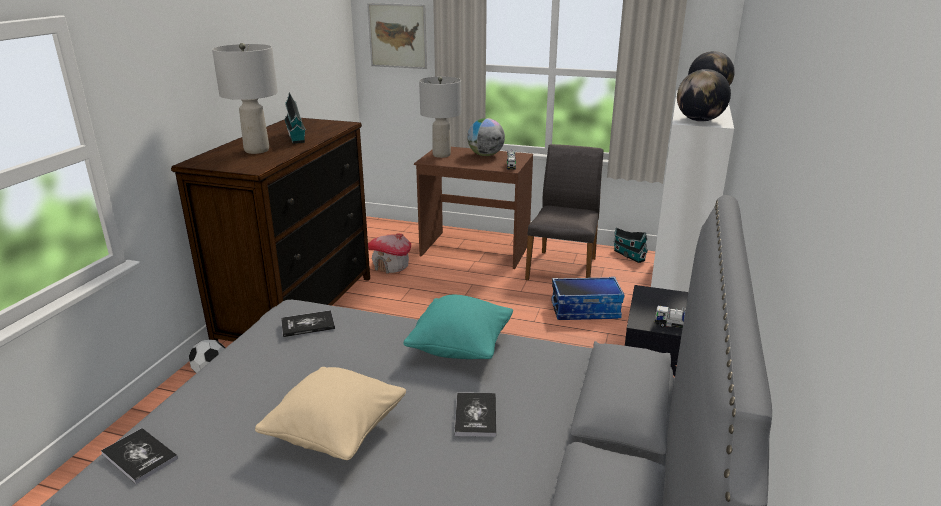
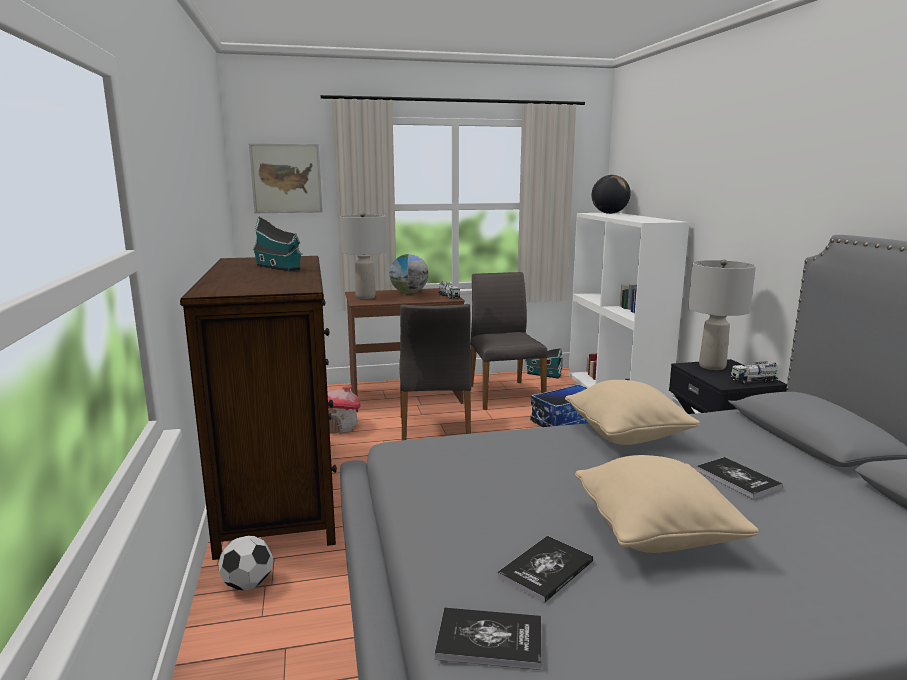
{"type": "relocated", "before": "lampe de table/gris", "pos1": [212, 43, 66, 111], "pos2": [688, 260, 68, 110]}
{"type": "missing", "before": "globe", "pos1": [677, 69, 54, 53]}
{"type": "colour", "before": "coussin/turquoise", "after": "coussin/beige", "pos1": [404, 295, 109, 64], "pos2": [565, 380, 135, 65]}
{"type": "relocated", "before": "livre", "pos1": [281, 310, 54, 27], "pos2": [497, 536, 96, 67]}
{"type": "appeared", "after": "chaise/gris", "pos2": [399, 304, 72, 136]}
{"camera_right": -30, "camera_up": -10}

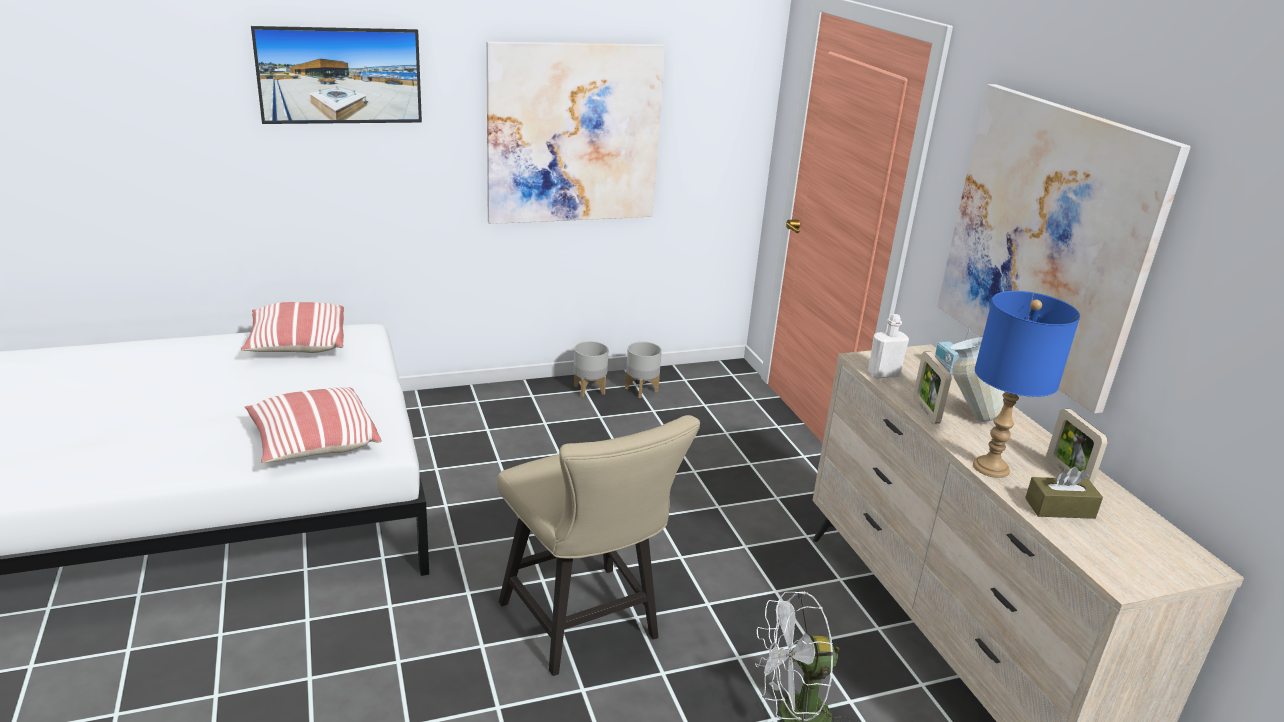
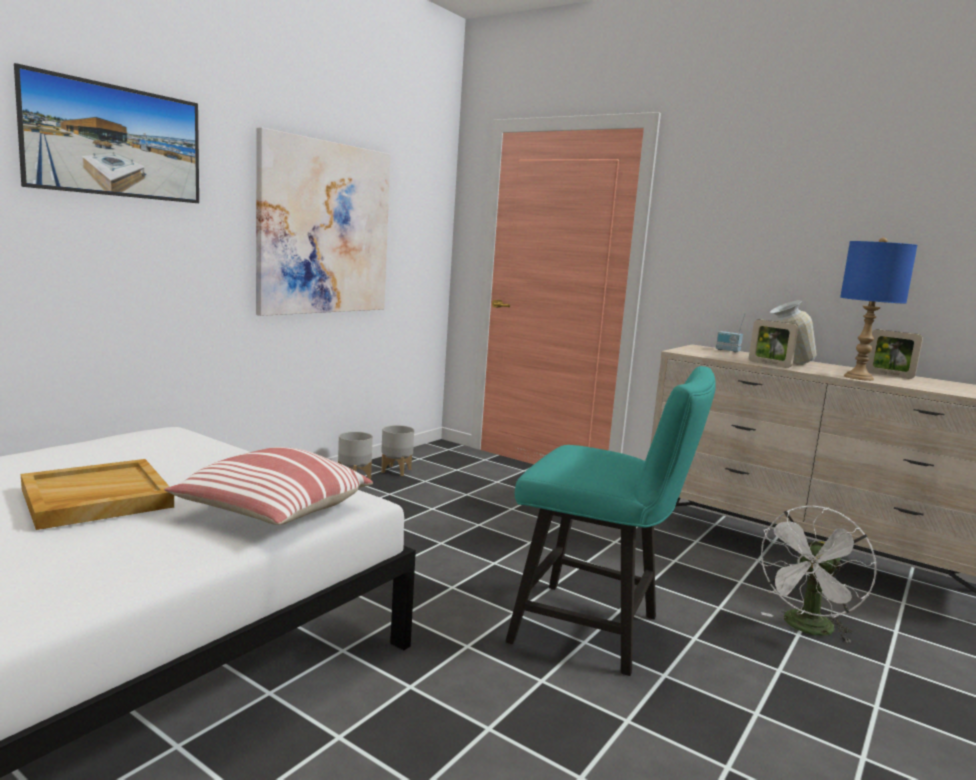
{"type": "missing", "before": "tableau", "pos1": [937, 84, 254, 330]}
{"type": "missing", "before": "coussin", "pos1": [241, 302, 103, 51]}
{"type": "missing", "before": "bouteille/blanc", "pos1": [868, 314, 41, 64]}
{"type": "colour", "before": "chaise/beige", "after": "chaise/turquoise", "pos1": [497, 415, 203, 261], "pos2": [505, 366, 211, 310]}
{"type": "missing", "before": "boîte à mouchoirs/marron", "pos1": [1025, 467, 78, 52]}
{"type": "appeared", "after": "plateau/beige", "pos2": [21, 459, 153, 71]}
{"camera_right": -35, "camera_up": -15}

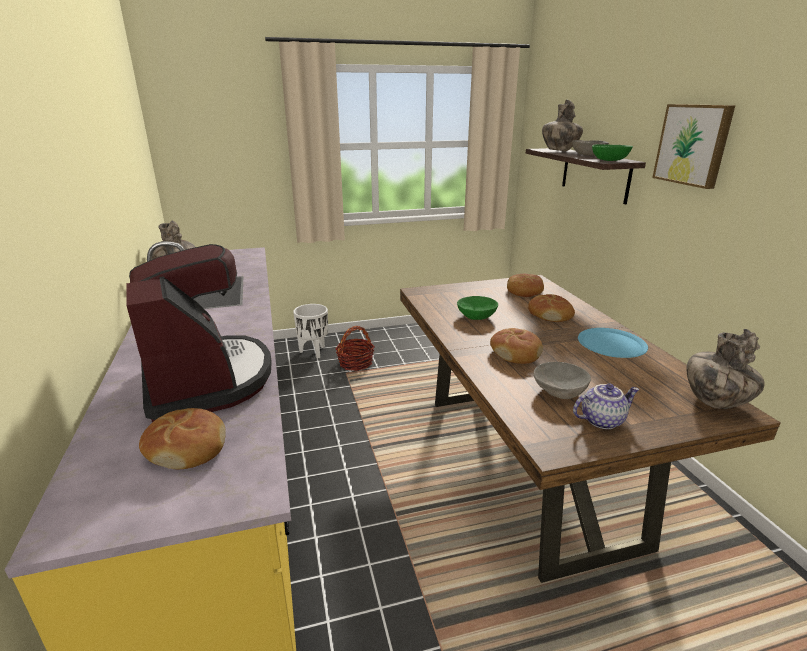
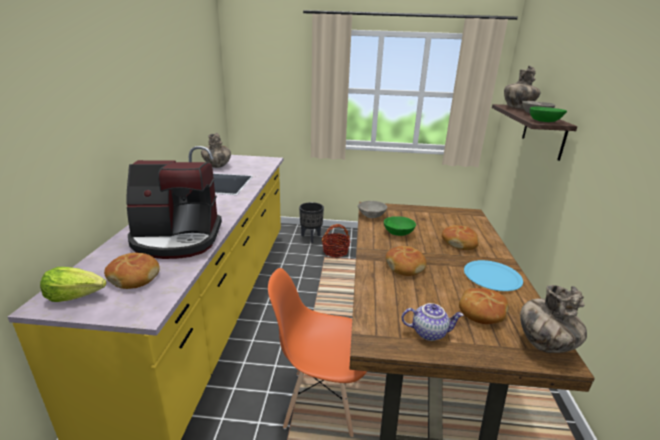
{"type": "missing", "before": "tableau", "pos1": [652, 104, 83, 85]}
{"type": "spun", "before": "machine à café", "pos1": [126, 244, 146, 178], "pos2": [126, 160, 96, 99], "turn": 90}
{"type": "relocated", "before": "pain", "pos1": [507, 274, 37, 23], "pos2": [459, 288, 50, 36]}
{"type": "colour", "before": "cache-pot/blanc", "after": "cache-pot/noir", "pos1": [293, 304, 35, 55], "pos2": [299, 202, 25, 41]}
{"type": "relocated", "before": "bol/gris", "pos1": [533, 362, 58, 37], "pos2": [358, 201, 29, 17]}
{"type": "appeared", "after": "laitue", "pos2": [40, 267, 67, 35]}
{"type": "appeared", "after": "chaise/orange", "pos2": [268, 268, 99, 169]}
{"camera_right": 20, "camera_up": 0}

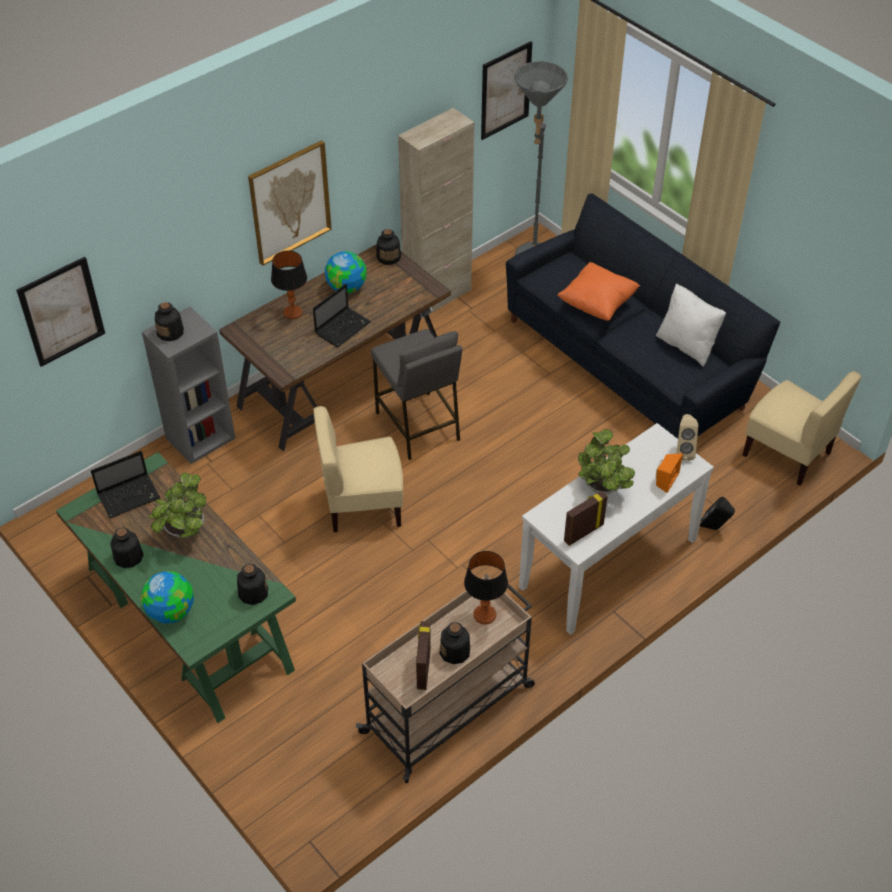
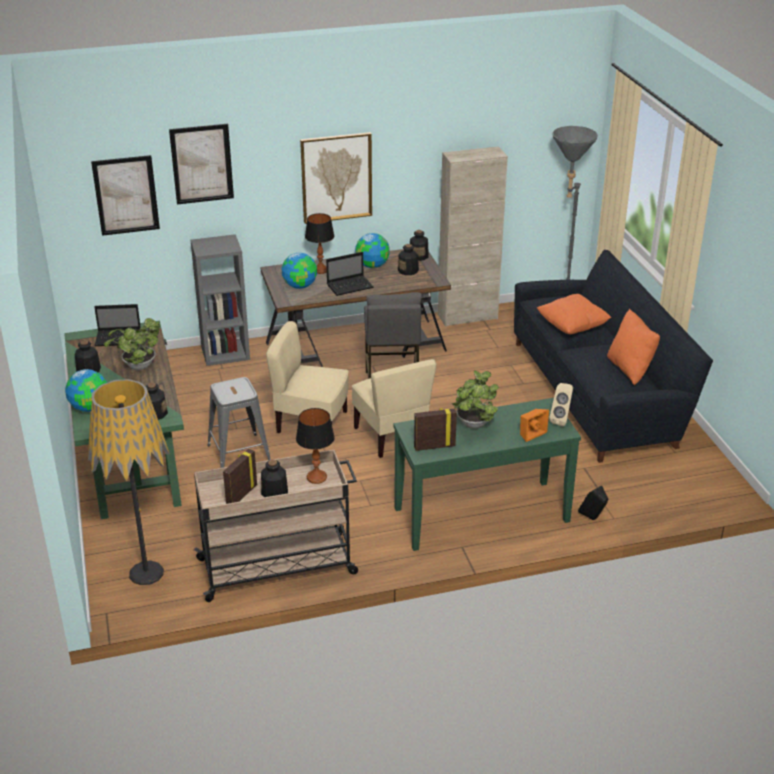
{"type": "relocated", "before": "tableau", "pos1": [481, 41, 51, 99], "pos2": [169, 124, 65, 80]}
{"type": "colour", "before": "coussin/blanc", "after": "coussin/orange", "pos1": [656, 283, 70, 84], "pos2": [607, 309, 53, 76]}
{"type": "relocated", "before": "bouteille", "pos1": [155, 302, 29, 39], "pos2": [398, 244, 21, 31]}
{"type": "relocated", "before": "chaise/beige", "pos1": [743, 371, 118, 114], "pos2": [352, 359, 85, 99]}
{"type": "colour", "before": "table console/blanc", "after": "table console/vert", "pos1": [519, 423, 195, 212], "pos2": [393, 398, 188, 153]}
{"type": "appeared", "after": "globe", "pos2": [282, 253, 35, 36]}
{"type": "appeared", "after": "tabouret/gris", "pos2": [207, 377, 64, 91]}
{"type": "appeared", "after": "lampadaire", "pos2": [88, 379, 82, 206]}
{"camera_right": 25, "camera_up": -15}

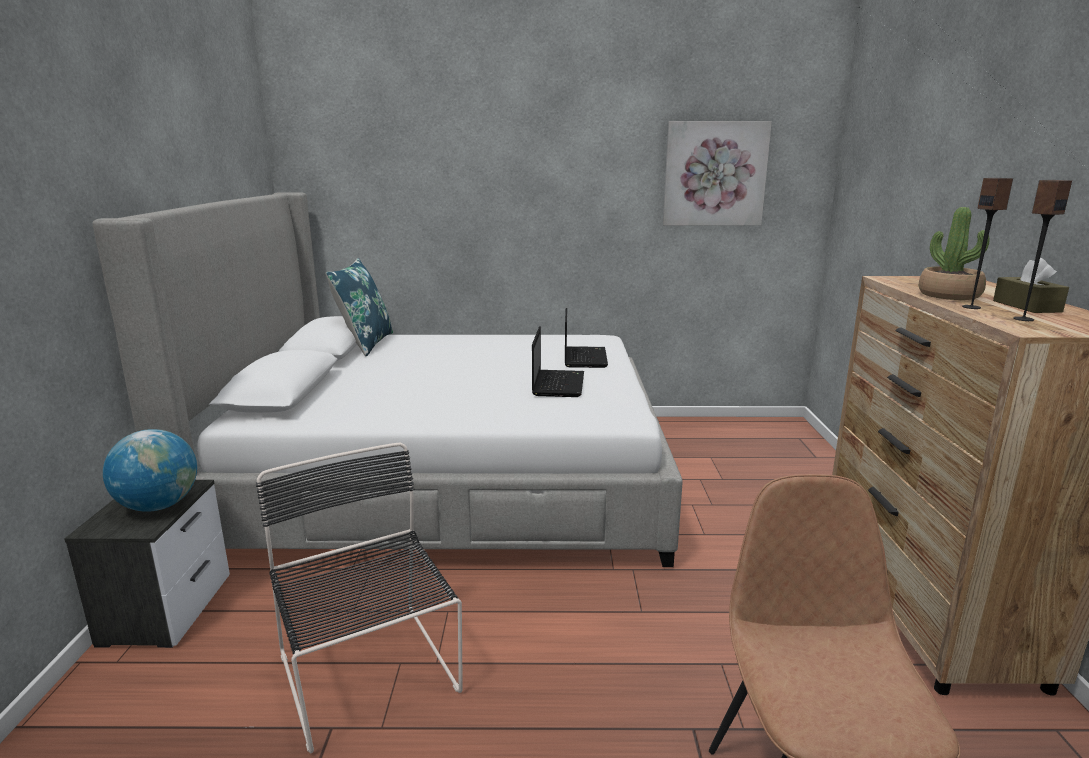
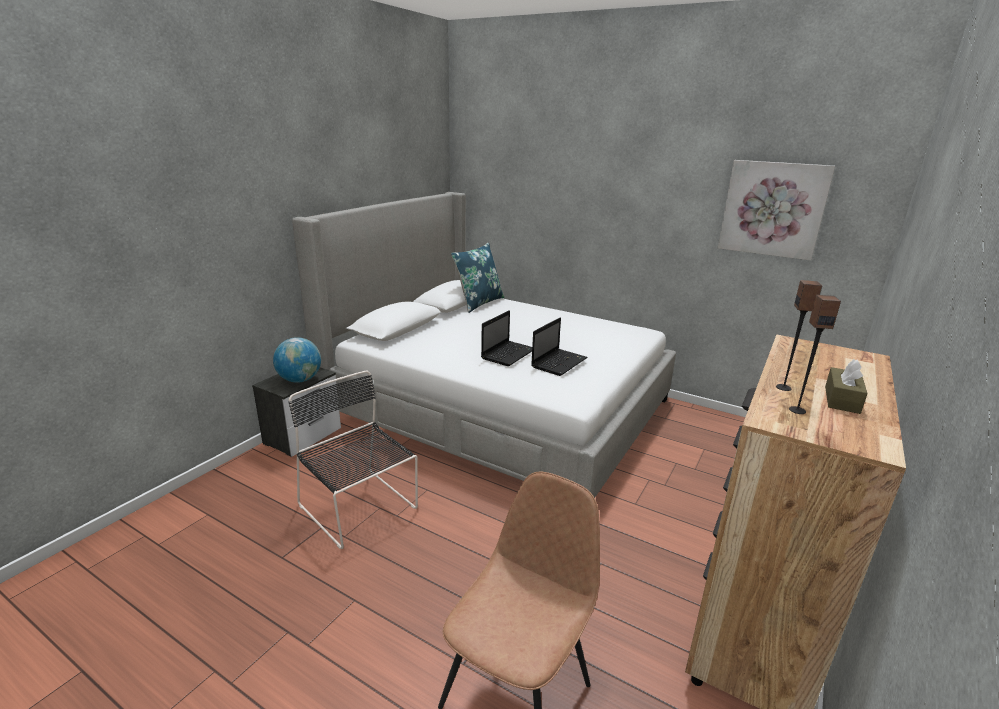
{"type": "missing", "before": "plante en pot", "pos1": [919, 207, 71, 93]}
{"type": "relocated", "before": "ordinateur portable", "pos1": [565, 308, 43, 60], "pos2": [481, 310, 51, 56]}
{"type": "spun", "before": "chaise/noir", "pos1": [256, 443, 207, 310], "pos2": [289, 370, 129, 179], "turn": -45}
{"camera_right": 30, "camera_up": 5}

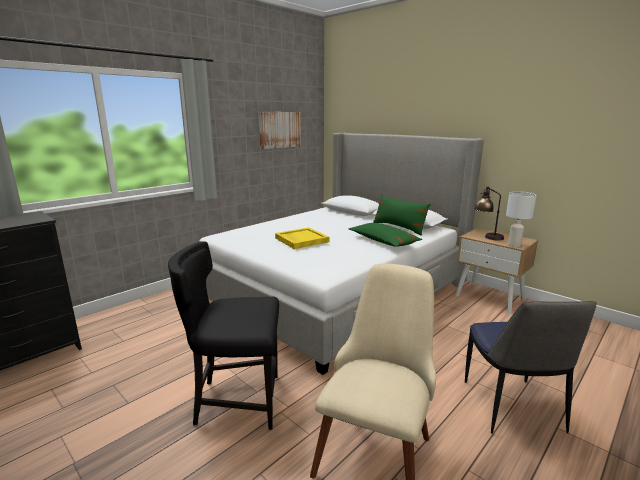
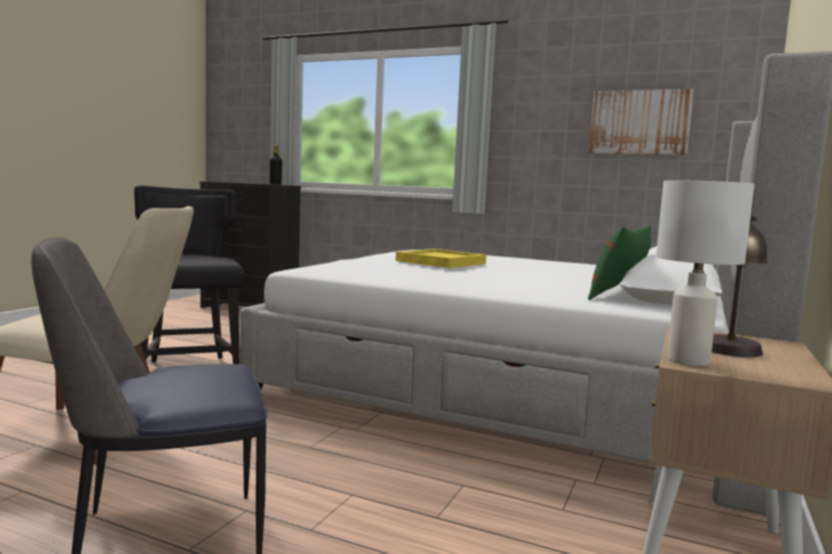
{"type": "missing", "before": "coussin/vert", "pos1": [349, 223, 73, 24]}
{"type": "appeared", "after": "bouteille/noir", "pos2": [270, 145, 12, 40]}
{"camera_right": 70, "camera_up": -10}

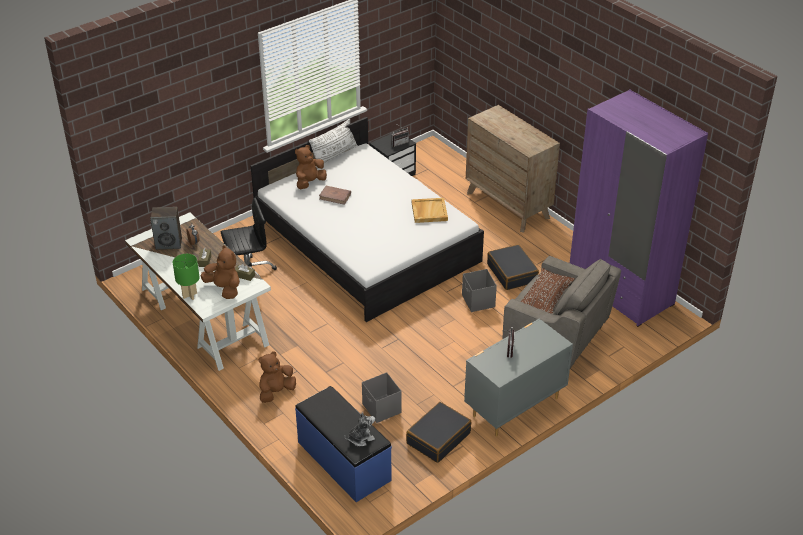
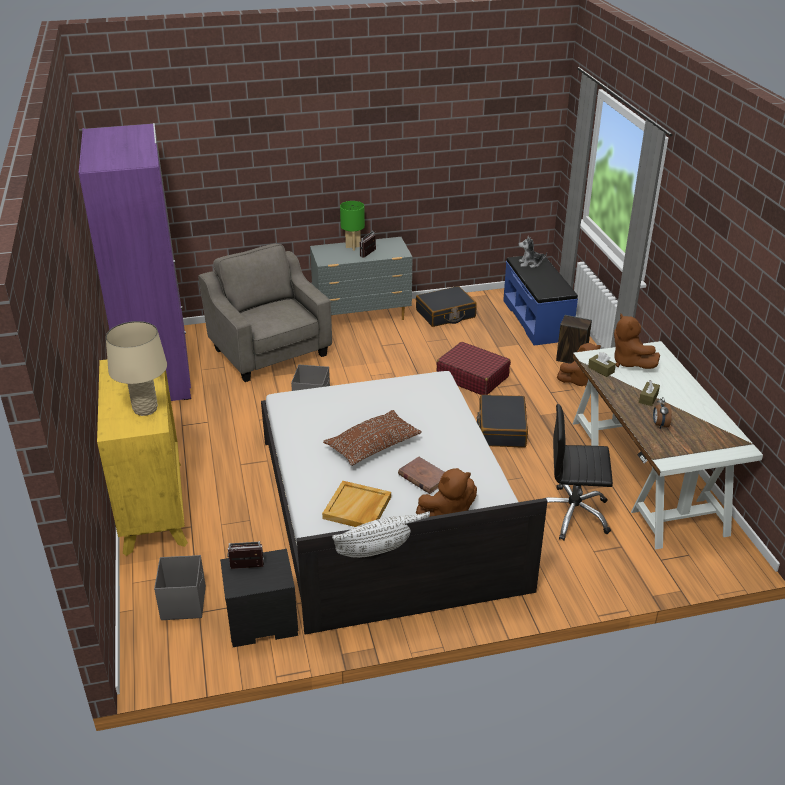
{"type": "colour", "before": "commode/marron", "after": "commode/jaune", "pos1": [466, 105, 94, 128], "pos2": [97, 359, 91, 197]}
{"type": "relocated", "before": "plateau/beige", "pos1": [412, 198, 36, 25], "pos2": [322, 481, 69, 46]}
{"type": "relocated", "before": "enceinte", "pos1": [150, 207, 32, 43], "pos2": [556, 315, 36, 48]}
{"type": "relocated", "before": "valise/noir", "pos1": [487, 244, 52, 46], "pos2": [476, 395, 52, 53]}
{"type": "relocated", "before": "lampe de table/vert", "pos1": [173, 254, 27, 46], "pos2": [340, 201, 25, 49]}
{"type": "relocated", "before": "coussin/marron", "pos1": [521, 268, 54, 46], "pos2": [323, 410, 99, 56]}
{"type": "relocated", "before": "boîte de rangement/gris", "pos1": [362, 372, 40, 51], "pos2": [154, 555, 52, 65]}
{"type": "appeared", "after": "lampe de table/beige", "pos2": [106, 321, 61, 95]}
{"type": "appeared", "after": "valise/rouge", "pos2": [436, 342, 75, 53]}
{"camera_right": -155, "camera_up": -5}

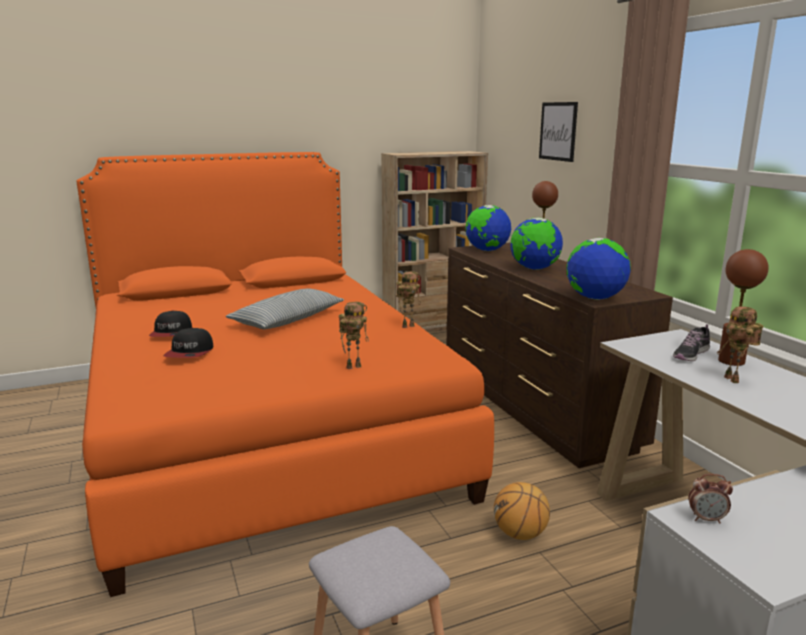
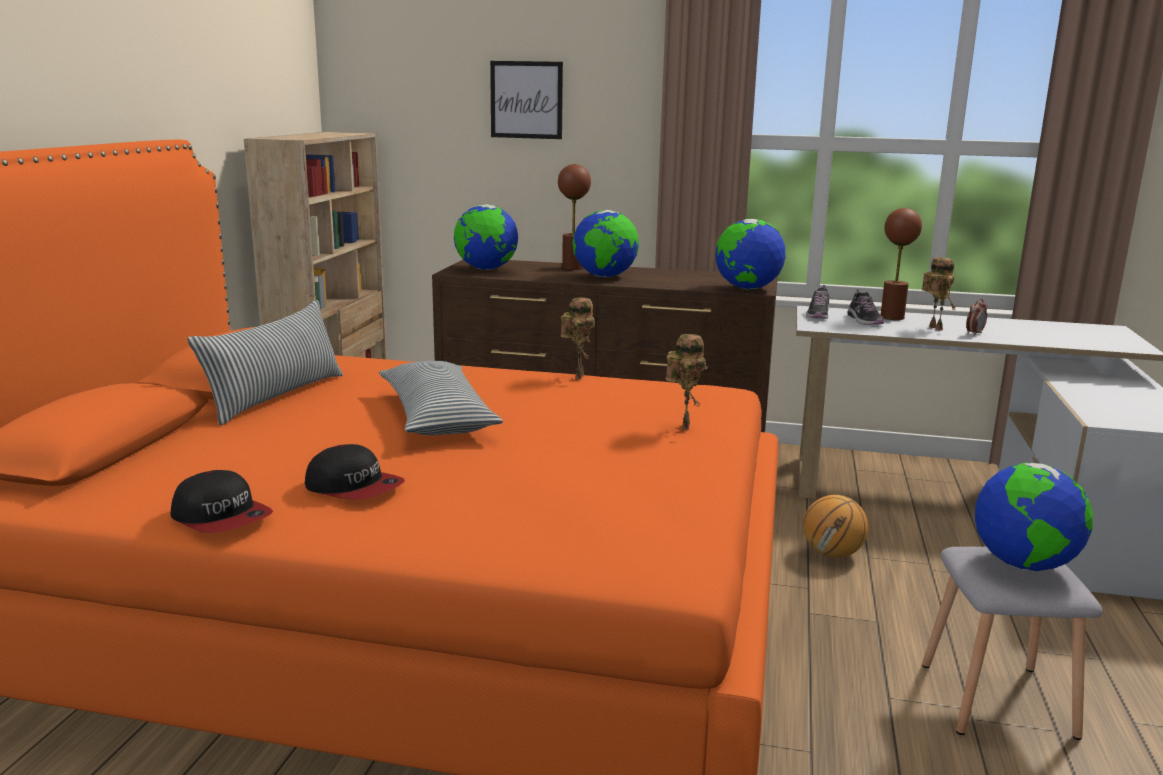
{"type": "spun", "before": "robot jouet", "pos1": [717, 306, 46, 77], "pos2": [922, 257, 34, 73], "turn": -135}
{"type": "relocated", "before": "casquette", "pos1": [163, 328, 50, 30], "pos2": [171, 470, 102, 63]}
{"type": "relocated", "before": "réveil", "pos1": [688, 474, 45, 49], "pos2": [966, 298, 21, 38]}
{"type": "appeared", "after": "chaussure", "pos2": [806, 285, 23, 34]}
{"type": "appeared", "after": "coussin", "pos2": [187, 300, 156, 126]}
{"type": "appeared", "after": "globe", "pos2": [975, 463, 118, 108]}
{"camera_right": -55, "camera_up": 0}

